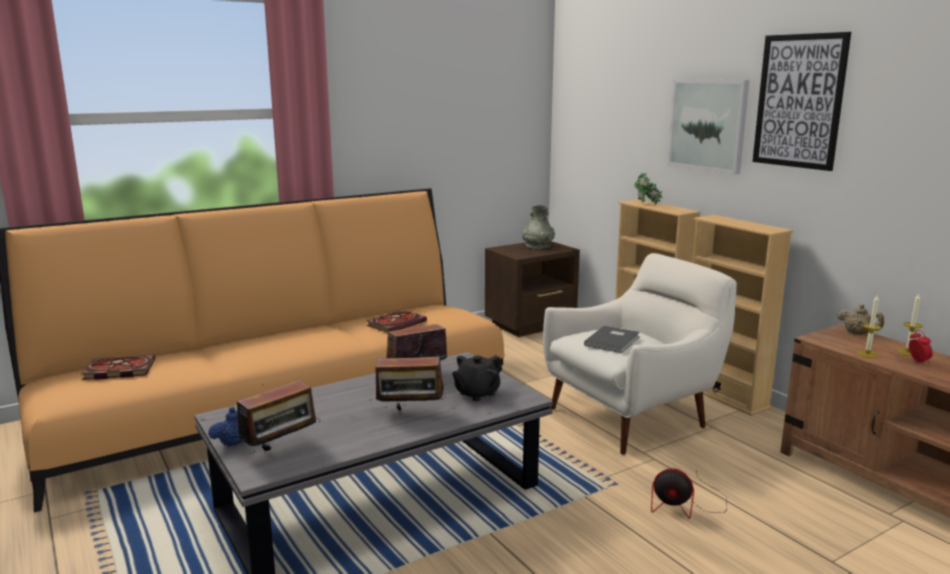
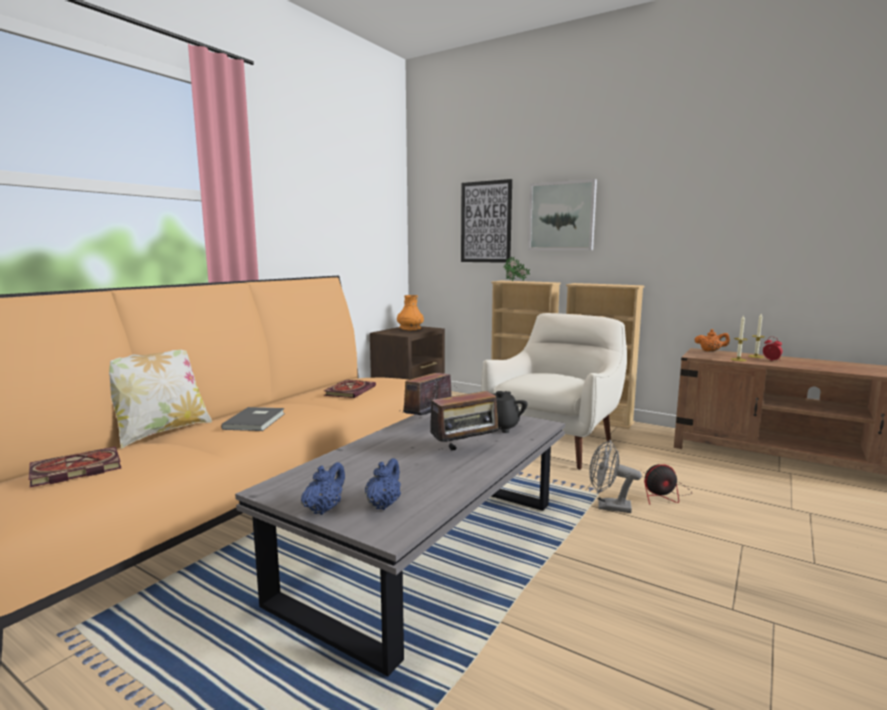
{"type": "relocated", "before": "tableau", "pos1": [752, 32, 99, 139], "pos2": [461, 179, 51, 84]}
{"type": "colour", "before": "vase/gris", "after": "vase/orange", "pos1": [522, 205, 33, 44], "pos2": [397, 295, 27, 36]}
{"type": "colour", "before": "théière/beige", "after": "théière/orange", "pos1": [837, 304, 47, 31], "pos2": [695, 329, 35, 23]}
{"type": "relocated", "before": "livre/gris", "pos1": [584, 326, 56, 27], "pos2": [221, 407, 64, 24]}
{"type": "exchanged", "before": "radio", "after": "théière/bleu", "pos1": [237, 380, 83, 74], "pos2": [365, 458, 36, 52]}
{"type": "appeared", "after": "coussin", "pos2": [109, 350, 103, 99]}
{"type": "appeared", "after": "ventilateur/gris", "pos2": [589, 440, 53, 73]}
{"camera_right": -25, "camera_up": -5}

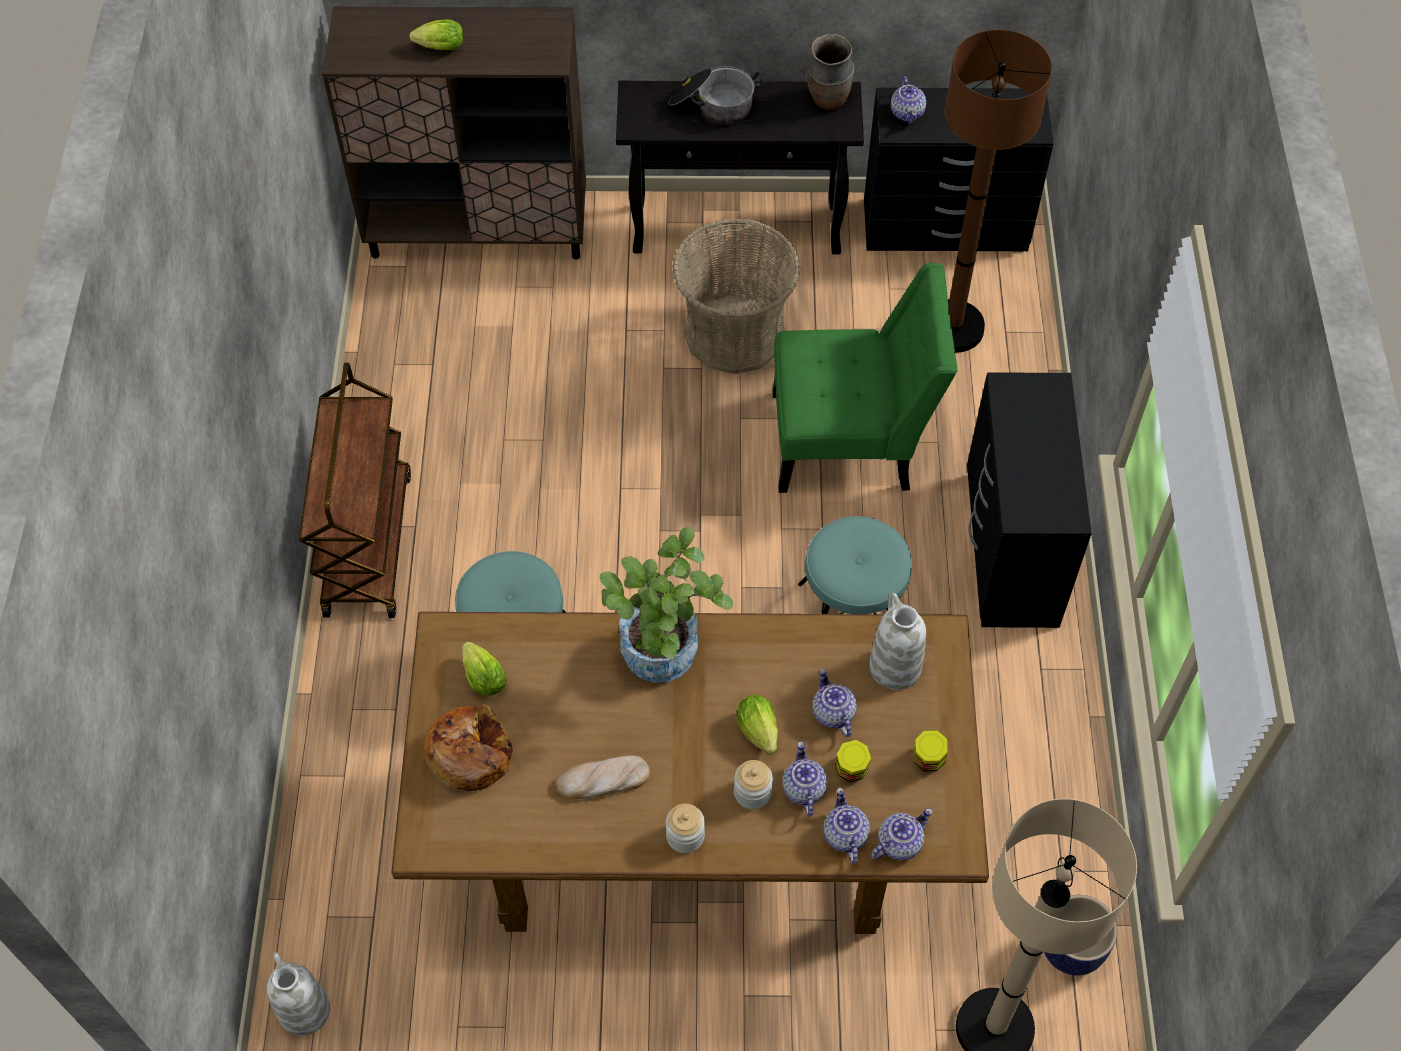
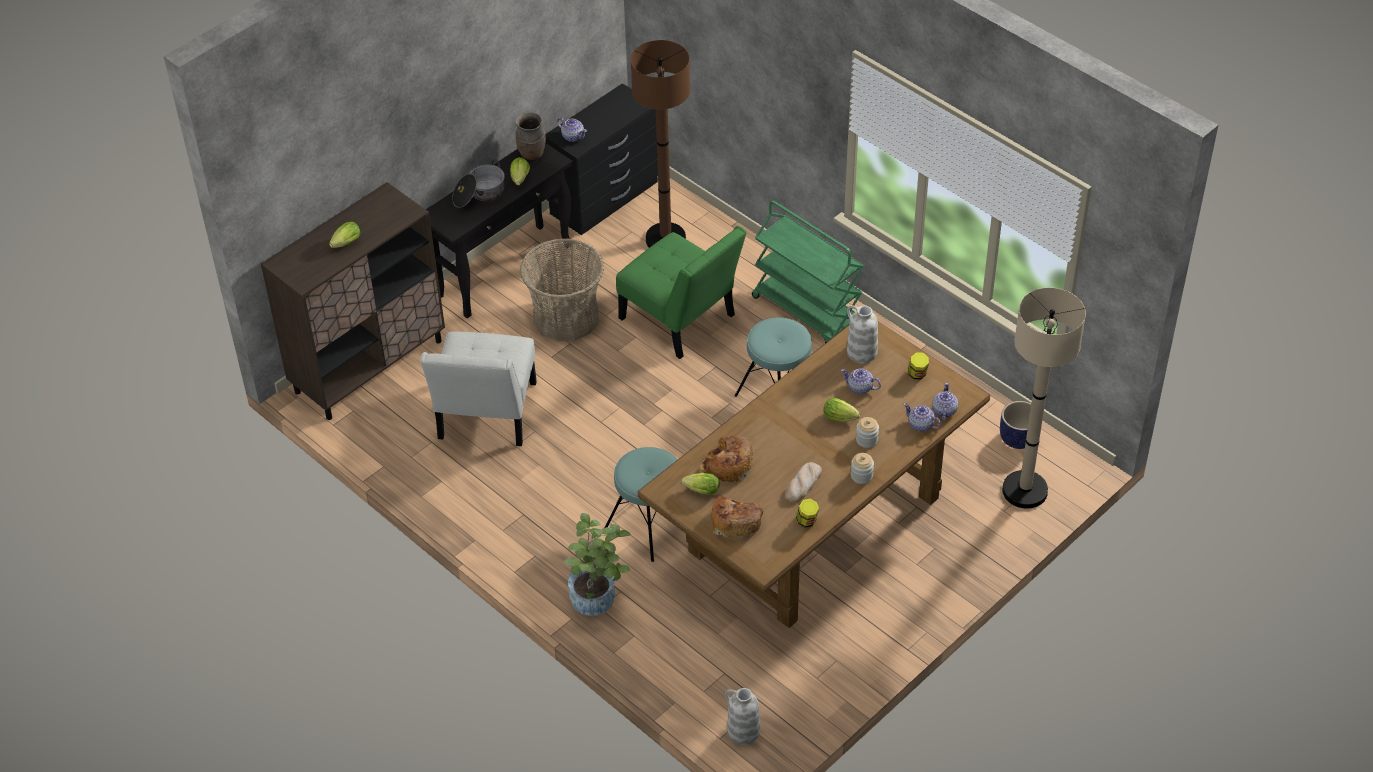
{"type": "spun", "before": "chaise/vert", "pos1": [773, 263, 184, 230], "pos2": [616, 226, 131, 133], "turn": 90}
{"type": "missing", "before": "chariot/marron", "pos1": [299, 363, 112, 255]}
{"type": "exchanged", "before": "commode/noir", "after": "chariot/vert", "pos1": [967, 372, 125, 256], "pos2": [752, 200, 112, 143]}
{"type": "relocated", "before": "plante en pot", "pos1": [599, 527, 134, 156], "pos2": [564, 513, 67, 103]}
{"type": "relocated", "before": "bocal", "pos1": [835, 740, 36, 42], "pos2": [796, 499, 23, 29]}
{"type": "missing", "before": "théière", "pos1": [782, 742, 46, 74]}
{"type": "appeared", "after": "laitue", "pos2": [510, 157, 20, 28]}
{"type": "appeared", "after": "chaise/blanc", "pos2": [420, 331, 117, 115]}
{"type": "appeared", "after": "pain", "pos2": [699, 436, 54, 47]}
{"camera_right": -45, "camera_up": -10}

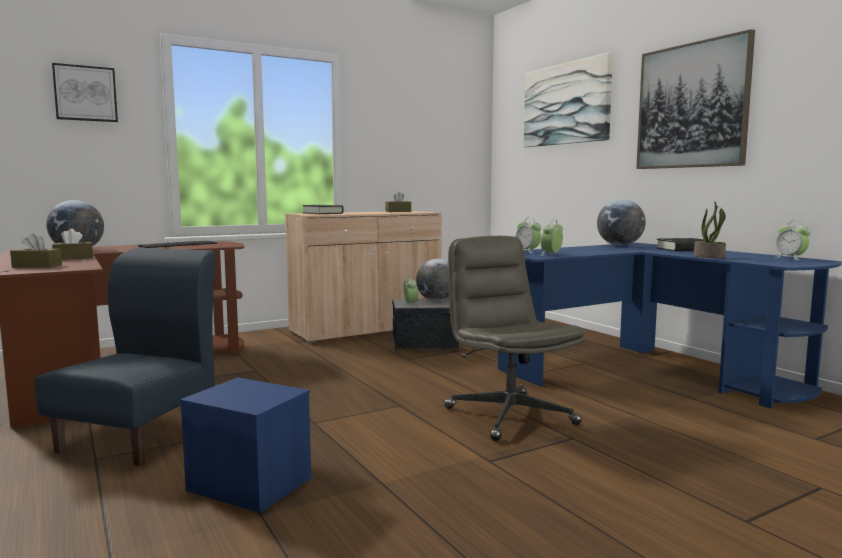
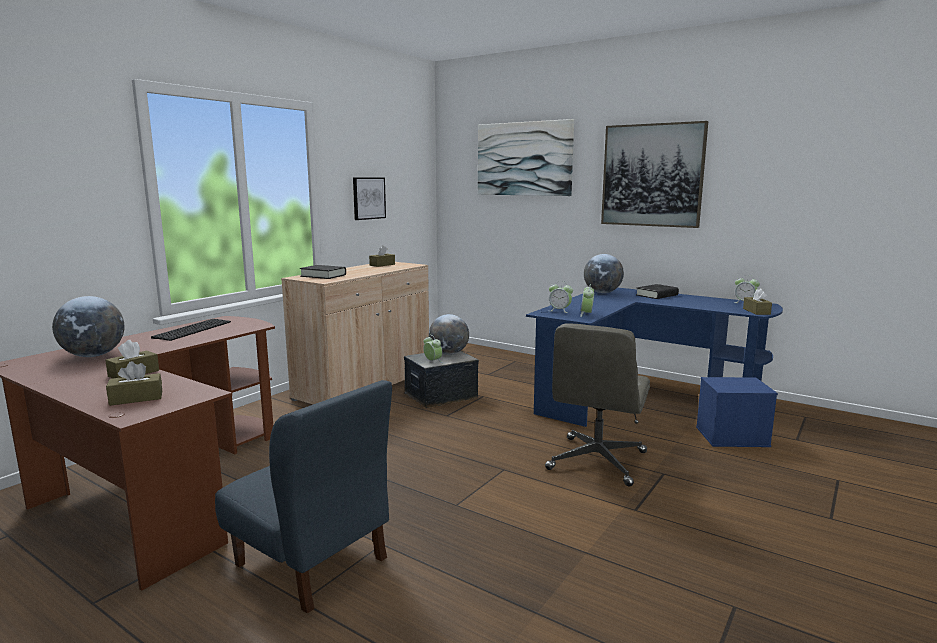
{"type": "relocated", "before": "tableau", "pos1": [52, 63, 66, 59], "pos2": [353, 178, 33, 42]}
{"type": "missing", "before": "plante en pot", "pos1": [694, 202, 32, 57]}
{"type": "spun", "before": "chaise de bureau/gris", "pos1": [444, 236, 142, 205], "pos2": [545, 323, 105, 163], "turn": -105}
{"type": "spun", "before": "chaise/bleu", "pos1": [35, 248, 180, 218], "pos2": [215, 380, 177, 234], "turn": 135}
{"type": "relocated", "before": "boîte de rangement/bleu", "pos1": [180, 377, 132, 136], "pos2": [696, 377, 82, 70]}
{"type": "appeared", "after": "boîte à mouchoirs/marron", "pos2": [743, 288, 29, 27]}
{"camera_right": -25, "camera_up": 5}

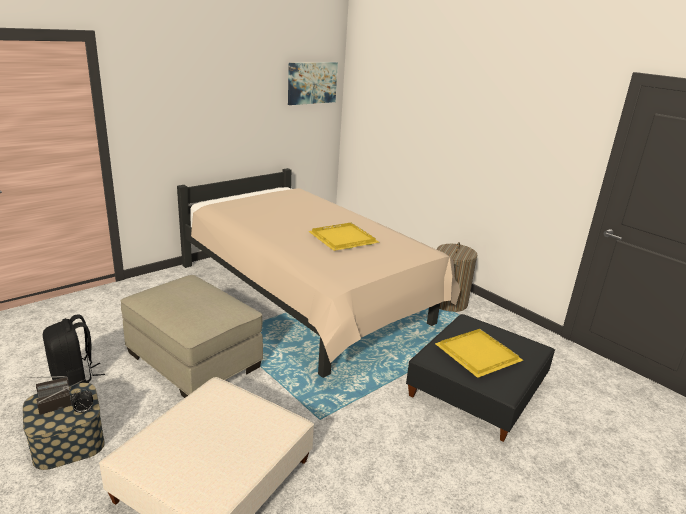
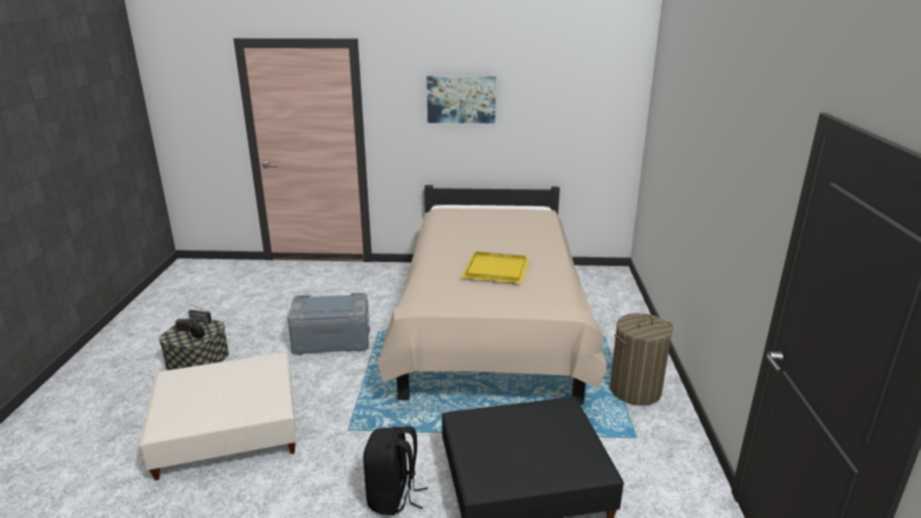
{"type": "relocated", "before": "tableau", "pos1": [288, 62, 50, 43], "pos2": [427, 76, 69, 47]}
{"type": "exchanged", "before": "pouf/beige", "after": "boîte de rangement/gris", "pos1": [121, 275, 142, 123], "pos2": [287, 293, 83, 62]}
{"type": "relocated", "before": "sac à dos/noir", "pos1": [43, 315, 62, 70], "pos2": [363, 426, 65, 89]}
{"type": "missing", "before": "plateau/jaune", "pos1": [435, 329, 89, 49]}
{"camera_right": 45, "camera_up": 0}

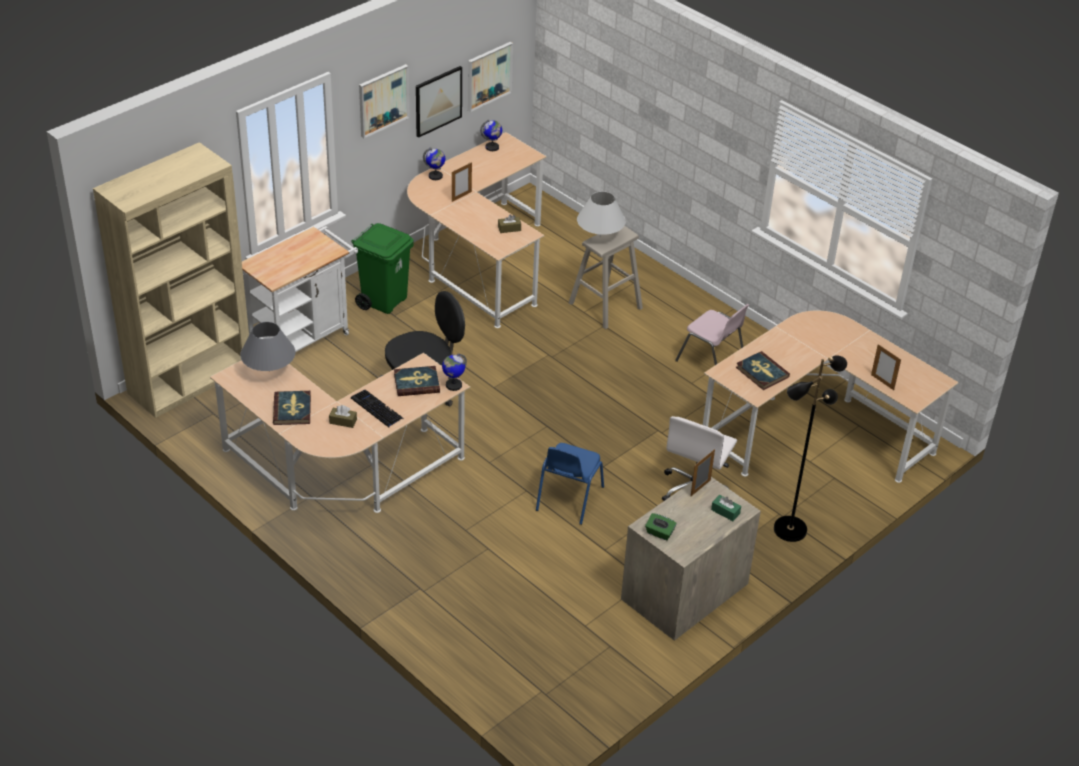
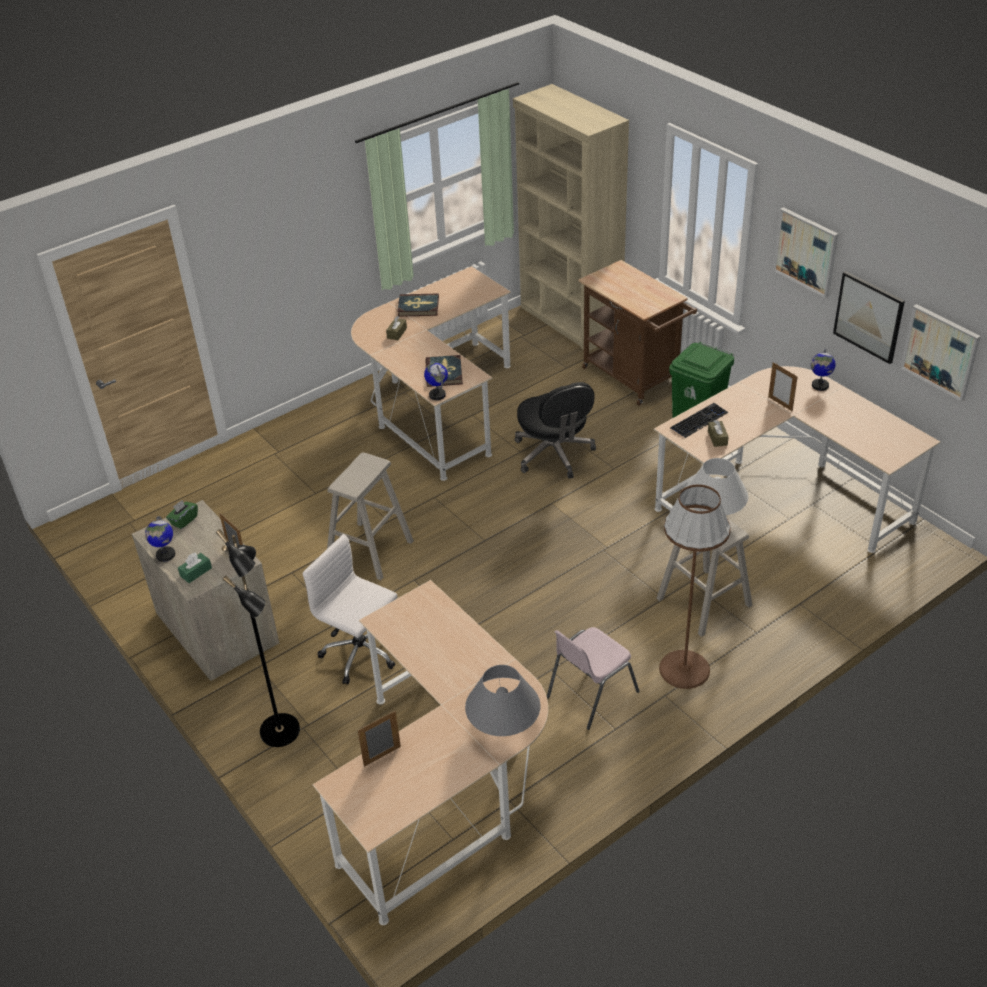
{"type": "relocated", "before": "globe", "pos1": [480, 120, 22, 31], "pos2": [145, 516, 30, 46]}
{"type": "colour", "before": "chariot/blanc", "after": "chariot/marron", "pos1": [242, 226, 116, 126], "pos2": [578, 260, 119, 146]}
{"type": "relocated", "before": "lampe de table/gris", "pos1": [240, 322, 56, 49], "pos2": [465, 665, 76, 71]}
{"type": "missing", "before": "livre", "pos1": [736, 351, 54, 39]}
{"type": "relocated", "before": "clavier", "pos1": [351, 390, 52, 37], "pos2": [670, 403, 58, 35]}
{"type": "exchanged", "before": "chaise/bleu", "after": "tabouret/beige", "pos1": [536, 443, 68, 82], "pos2": [327, 452, 87, 128]}
{"type": "appeared", "after": "lampadaire/marron", "pos2": [659, 484, 71, 205]}
{"camera_right": 100, "camera_up": 0}

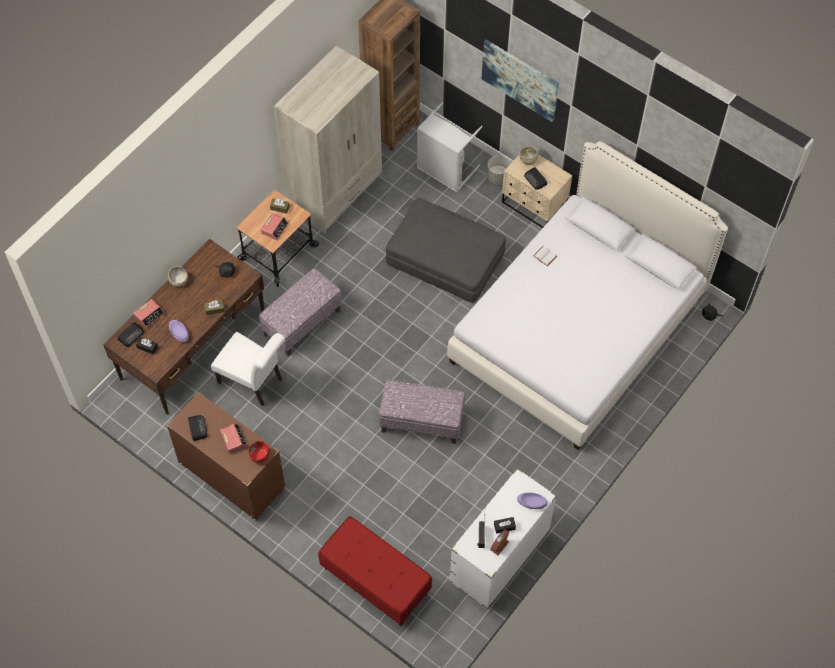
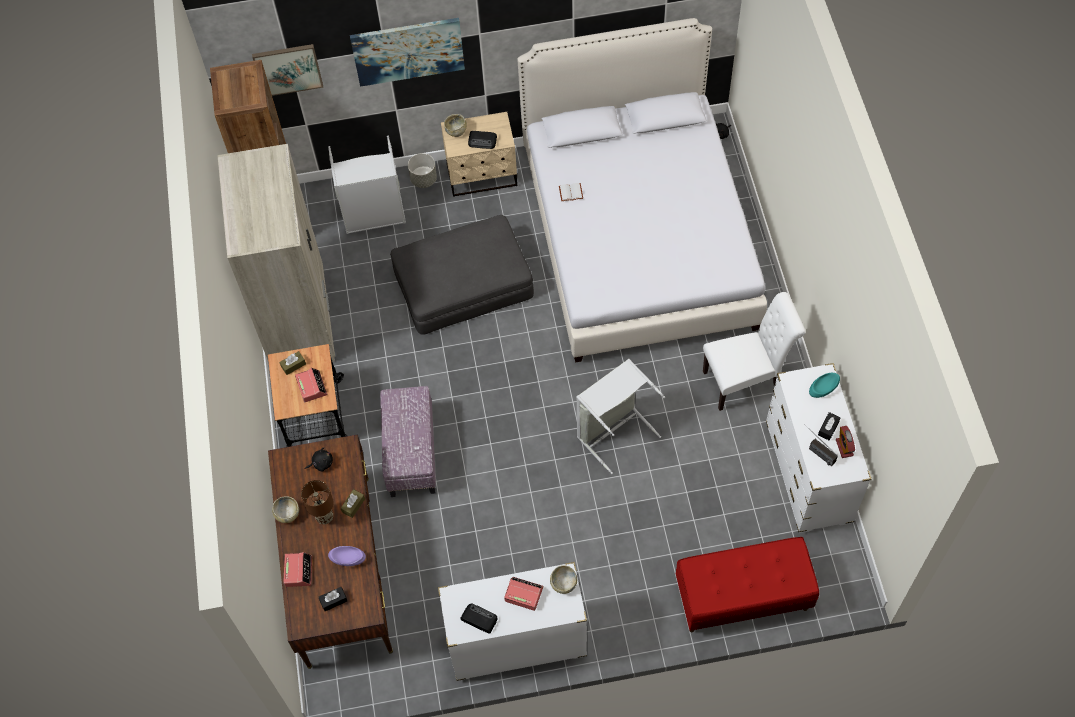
{"type": "missing", "before": "radio", "pos1": [118, 322, 26, 25]}
{"type": "relocated", "before": "chaise/blanc", "pos1": [211, 332, 74, 74], "pos2": [703, 292, 103, 119]}
{"type": "exchanged", "before": "pouf", "after": "panier à linge/gris", "pos1": [379, 380, 86, 64], "pos2": [576, 359, 89, 115]}
{"type": "colour", "before": "commode/marron", "after": "commode/blanc", "pos1": [166, 391, 120, 129], "pos2": [438, 562, 149, 119]}
{"type": "colour", "before": "bol/rouge", "after": "bol/beige", "pos1": [248, 441, 22, 22], "pos2": [550, 565, 27, 29]}
{"type": "colour", "before": "bol/violet", "after": "bol/turquoise", "pos1": [517, 492, 31, 17], "pos2": [809, 373, 31, 25]}
{"type": "appeared", "after": "tableau", "pos2": [252, 44, 71, 52]}
{"type": "appeared", "after": "lampe de table/marron", "pos2": [301, 480, 33, 44]}
{"camera_right": -45, "camera_up": 0}

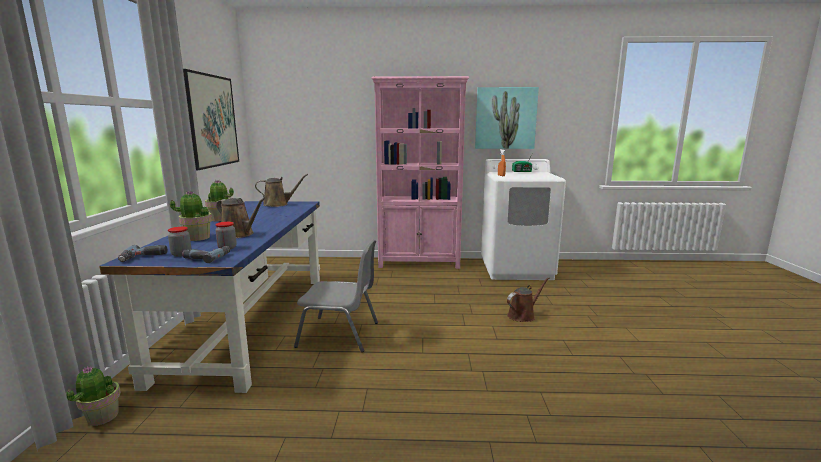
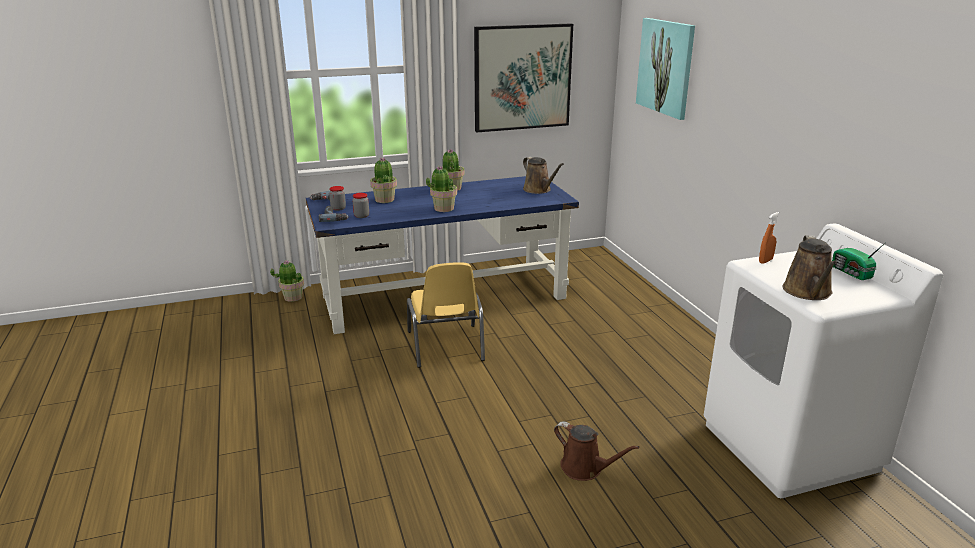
{"type": "missing", "before": "bibliothèque/rose", "pos1": [371, 76, 98, 193]}
{"type": "relocated", "before": "tableau", "pos1": [475, 87, 64, 62], "pos2": [636, 18, 59, 102]}
{"type": "relocated", "before": "arrosoir/marron", "pos1": [216, 198, 49, 40], "pos2": [783, 235, 54, 65]}
{"type": "colour", "before": "chaise/gris", "after": "chaise/jaune", "pos1": [294, 239, 84, 113], "pos2": [407, 262, 78, 106]}
{"type": "appeared", "after": "plante en pot", "pos2": [426, 166, 31, 46]}
{"camera_right": 70, "camera_up": 10}

